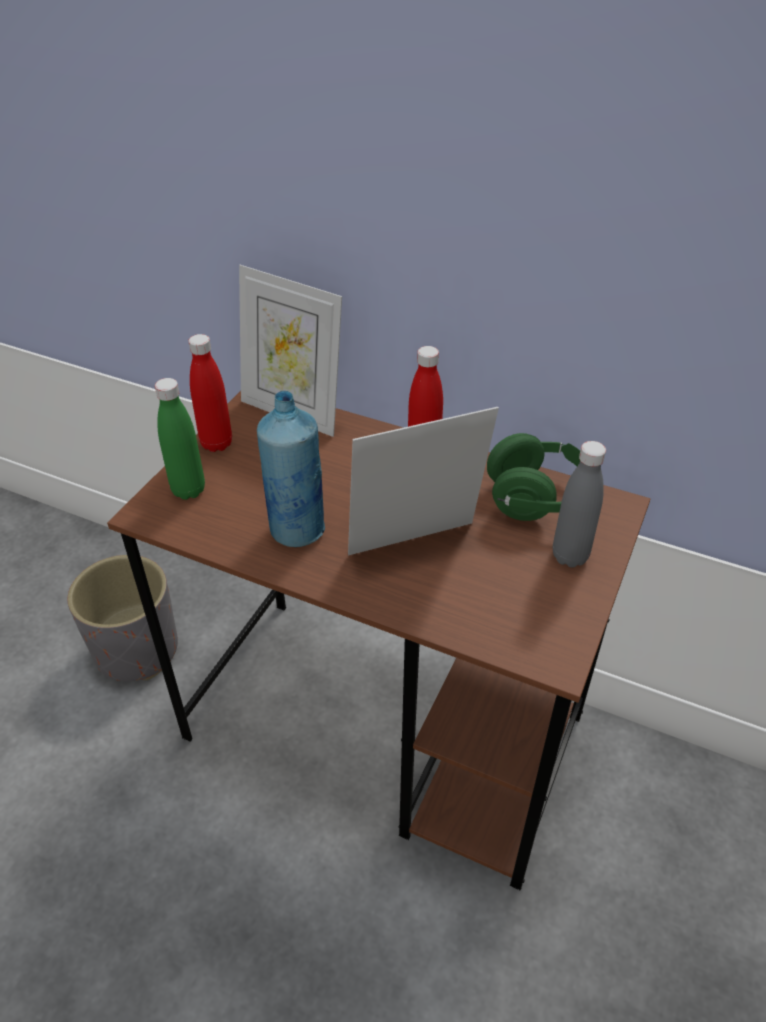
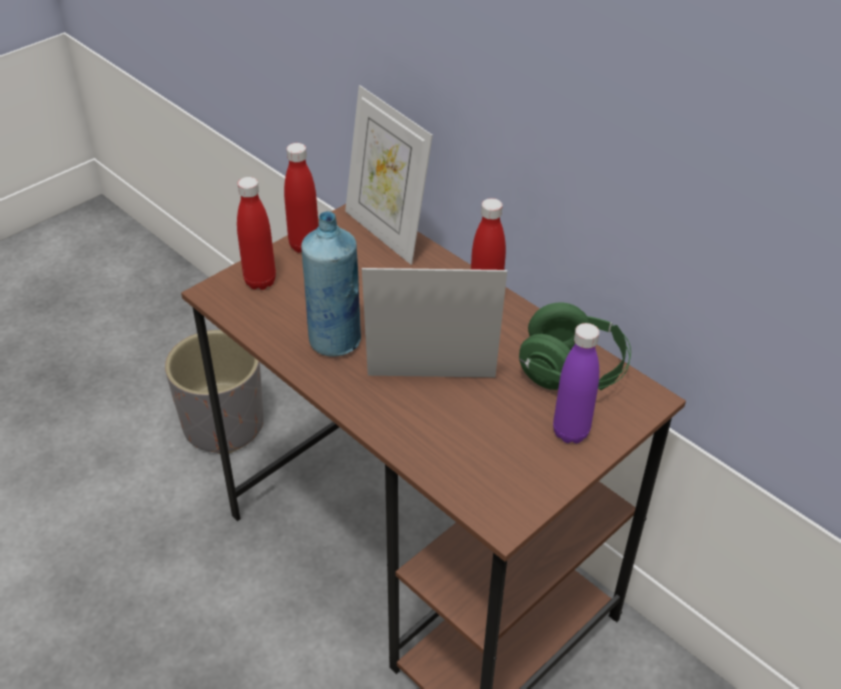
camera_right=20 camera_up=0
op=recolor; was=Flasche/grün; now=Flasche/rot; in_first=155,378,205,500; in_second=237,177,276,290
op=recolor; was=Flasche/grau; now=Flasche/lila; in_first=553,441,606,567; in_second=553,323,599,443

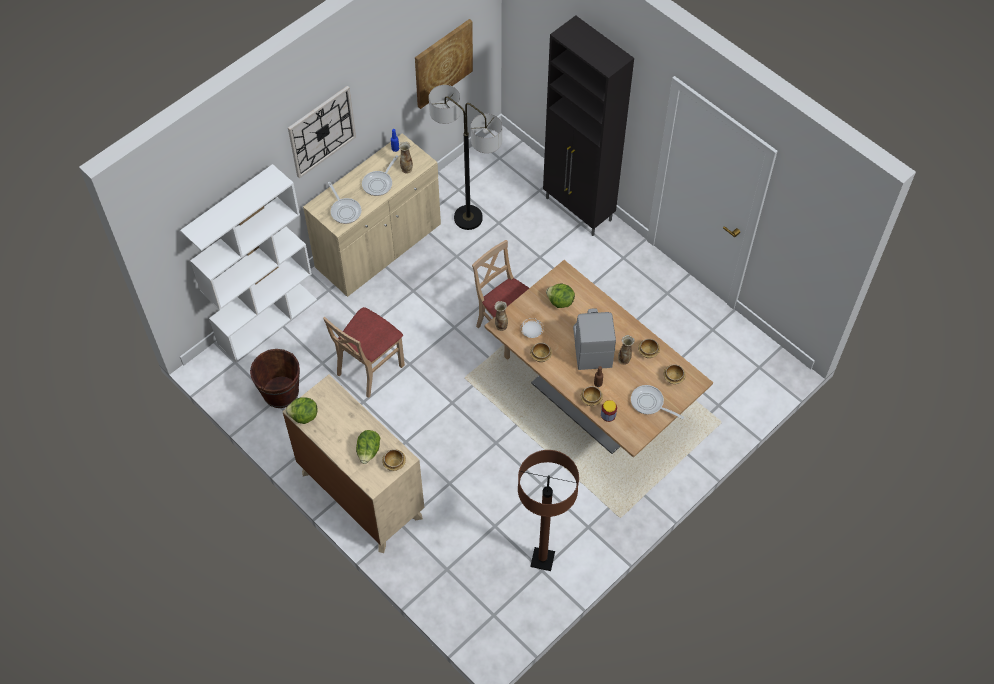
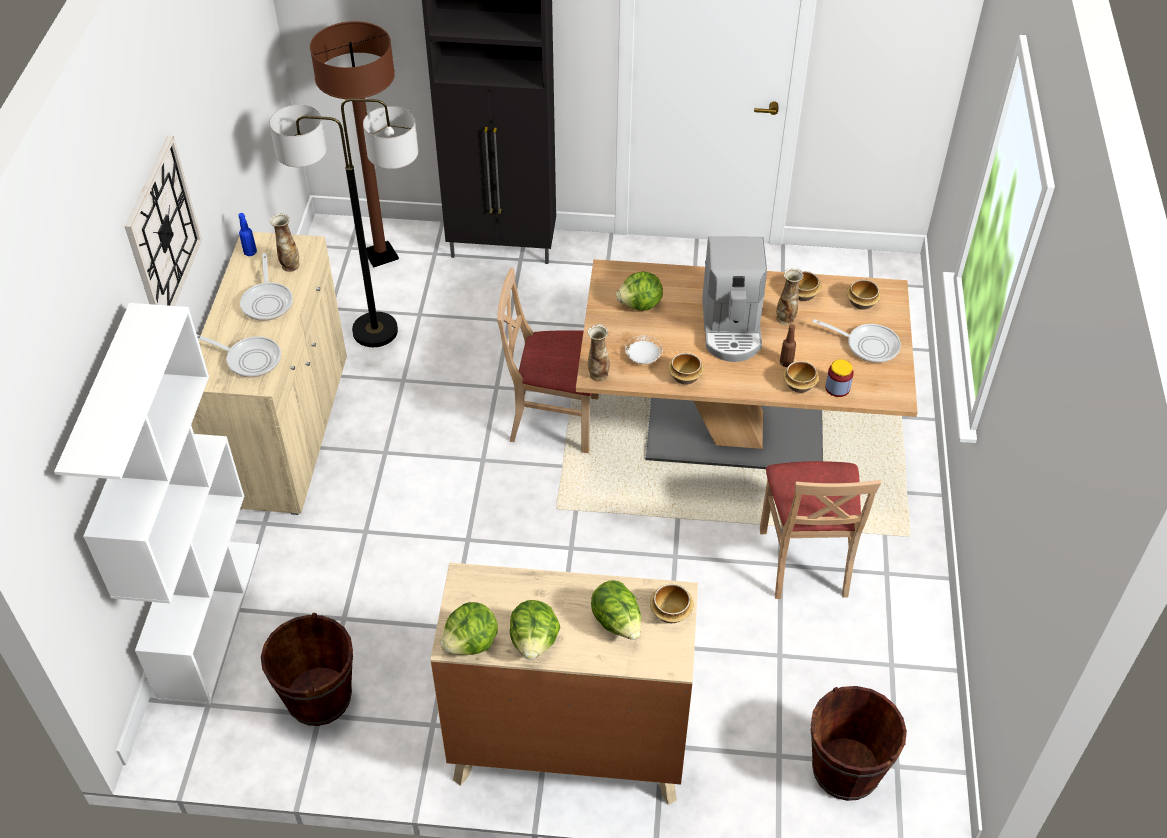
camera_right=-40 camera_up=-10
op=delete; was=Bild; in_first=415,19,473,109
op=move; was=Stuhl/beige; in_first=323,307,405,398; in_second=760,461,881,599
op=rotate; was=Kaffeemaschine; in_first=573,308,616,370; in_second=702,236,767,362; clockwise=-135
op=rotate; was=Pfanne; in_first=631,385,684,419; in_second=813,319,901,363; clockwise=-150
op=move; was=Stehlampe/braun; in_first=518,450,579,571; in_second=310,21,399,268
op=insert; now=Salatkopf; in_second=510,600,560,660
op=insert; now=Eimer/braun; in_second=811,686,907,801

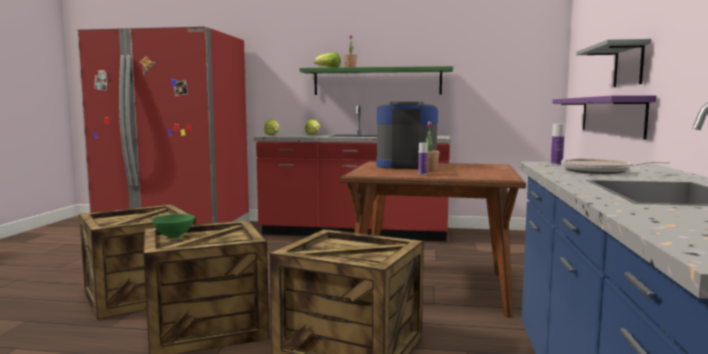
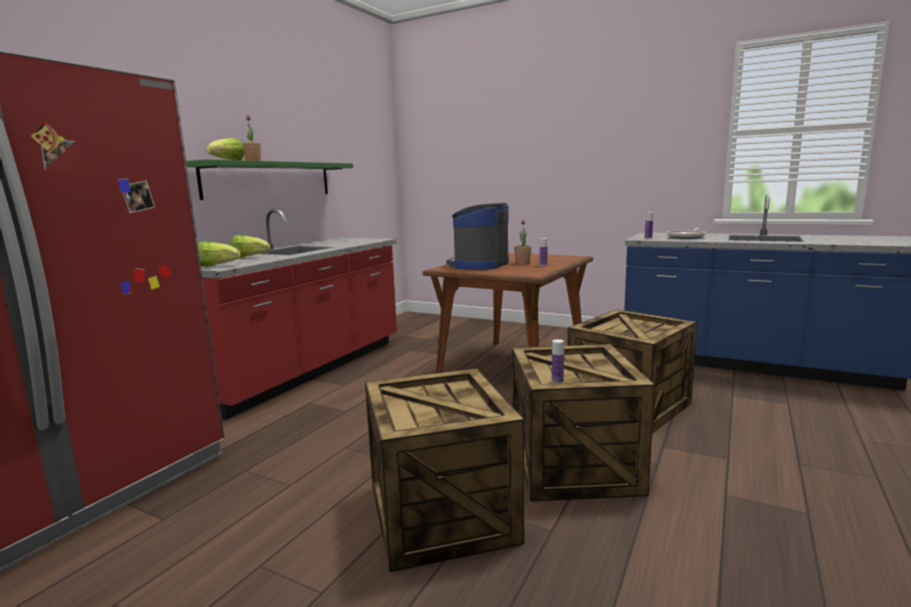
camera_right=-70 camera_up=5
op=delete; was=Wandregal/grau; in_first=576,39,652,87
op=delete; was=Wandregal/lila; in_first=552,95,657,140
op=replace; was=Schüssel/grün; now=Flasche; in_first=151,214,195,238; in_second=552,339,564,384

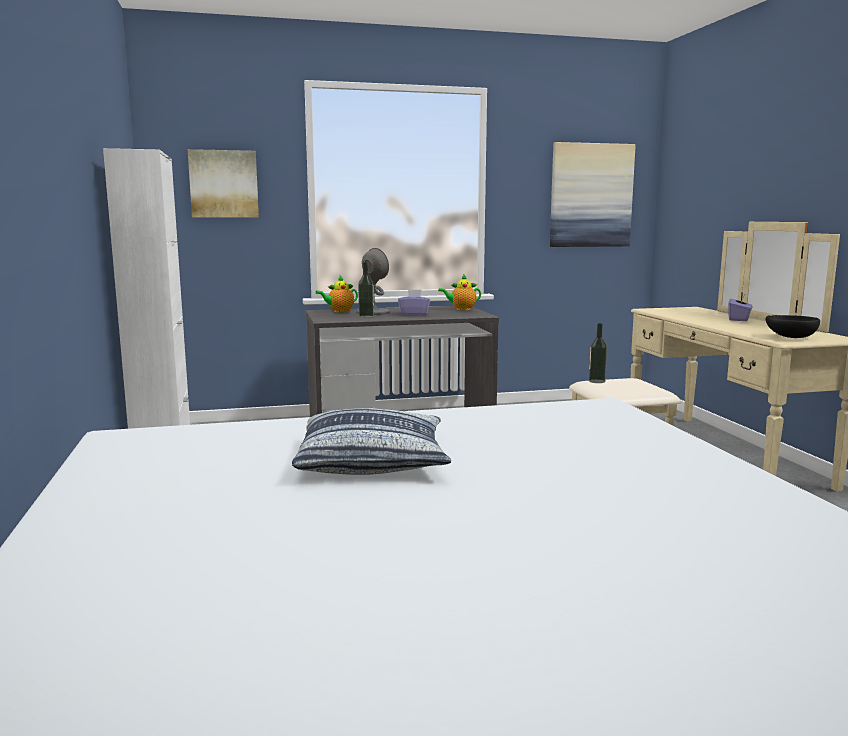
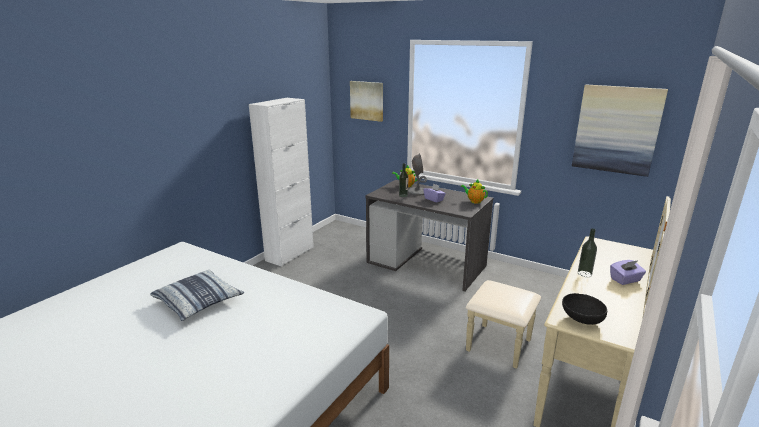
camera_right=45 camera_up=10
op=move; was=Flasche; in_first=589,323,607,383; in_second=578,228,597,277

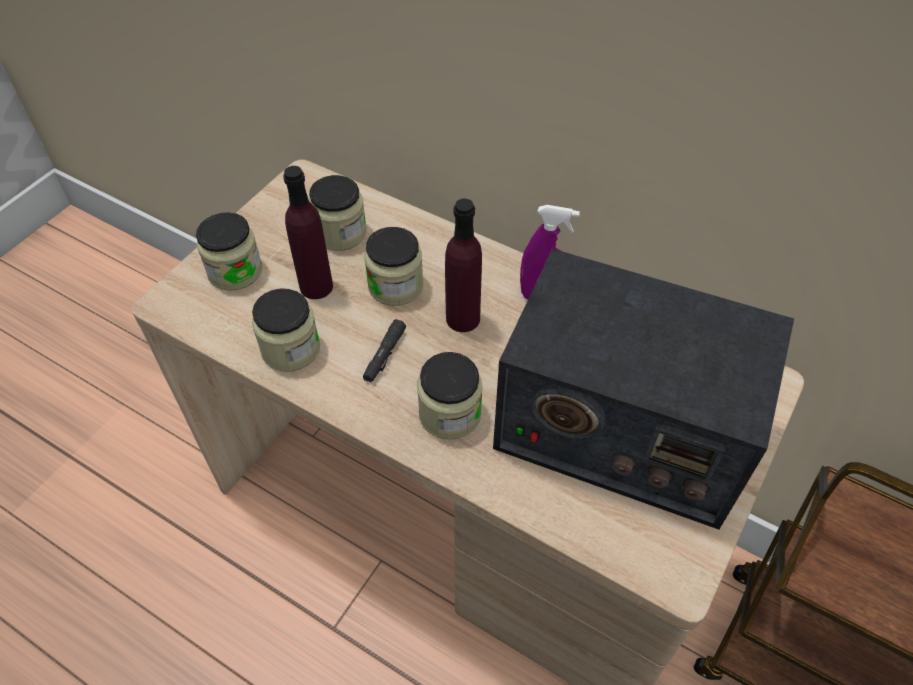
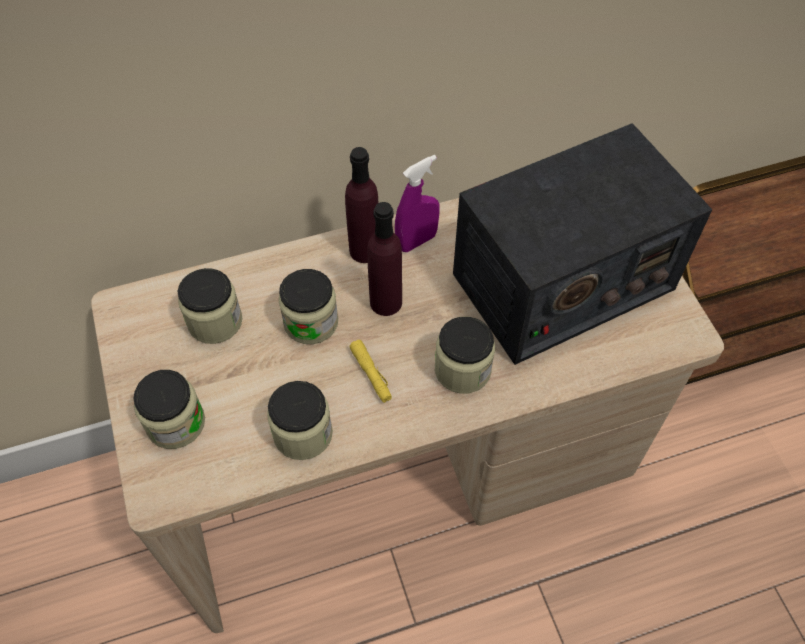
camera_right=-50 camera_up=5
op=move; was=Flasche/lila; in_first=283,166,333,299; in_second=345,147,378,263
op=recolor; was=Taschenlampe/schwarz; now=Taschenlampe/gelb; in_first=363,319,406,383; in_second=349,340,392,403

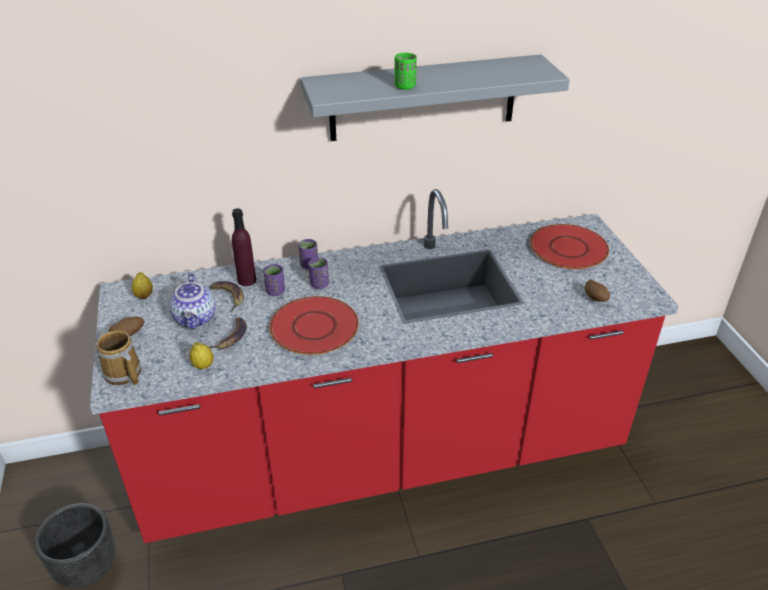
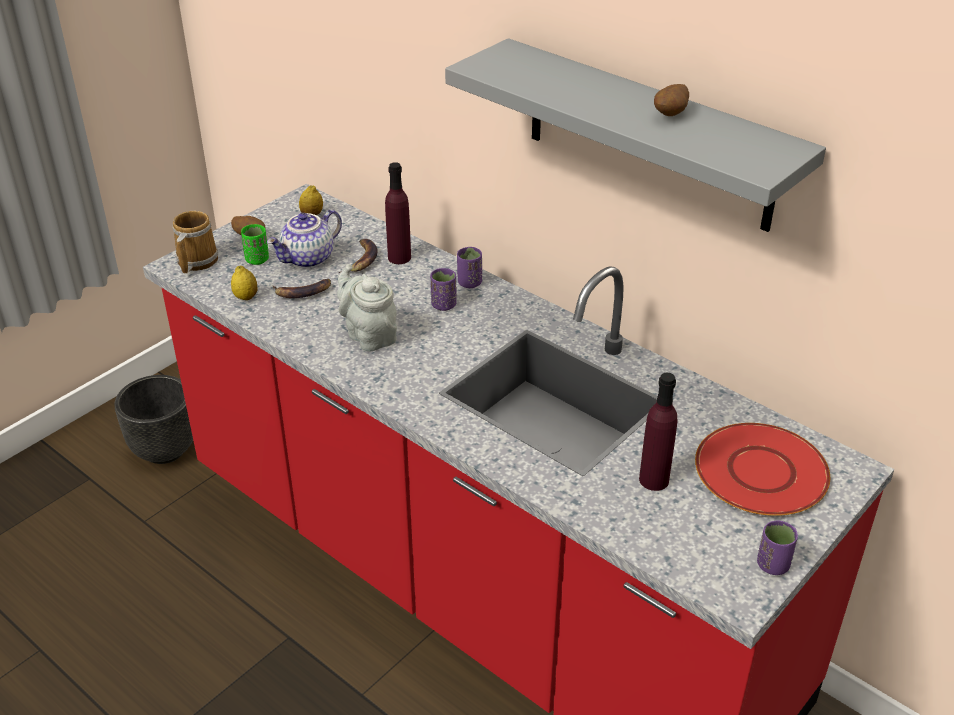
camera_right=55 camera_up=0
op=move; was=Tasse/grün; in_first=395,53,417,90; in_second=241,224,269,265
op=move; was=Tasse/lila; in_first=263,264,285,296; in_second=757,520,798,575
op=move; was=Kartoffel; in_first=585,280,610,302; in_second=654,84,689,116
op=replace; was=Teller/rot; now=Teekanne/grau; in_first=269,296,359,355; in_second=337,264,397,352
op=insert; now=Flasche/lila; in_second=639,373,677,491

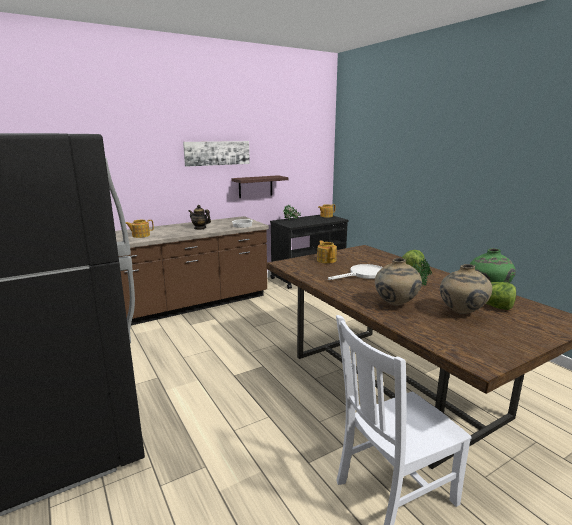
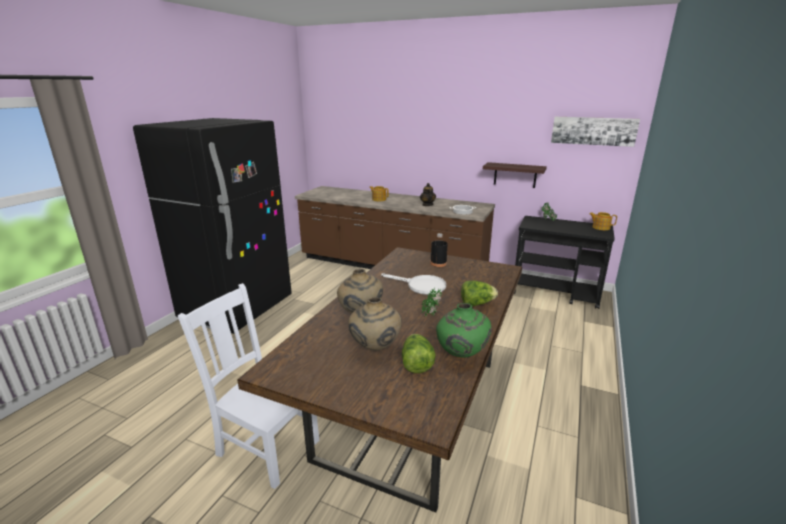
camera_right=55 camera_up=5
op=move; was=Bild; in_first=183,141,250,167; in_second=551,117,640,147
op=replace; was=Teekanne; now=Flasche/schwarz; in_first=317,240,337,263; in_second=430,233,448,267

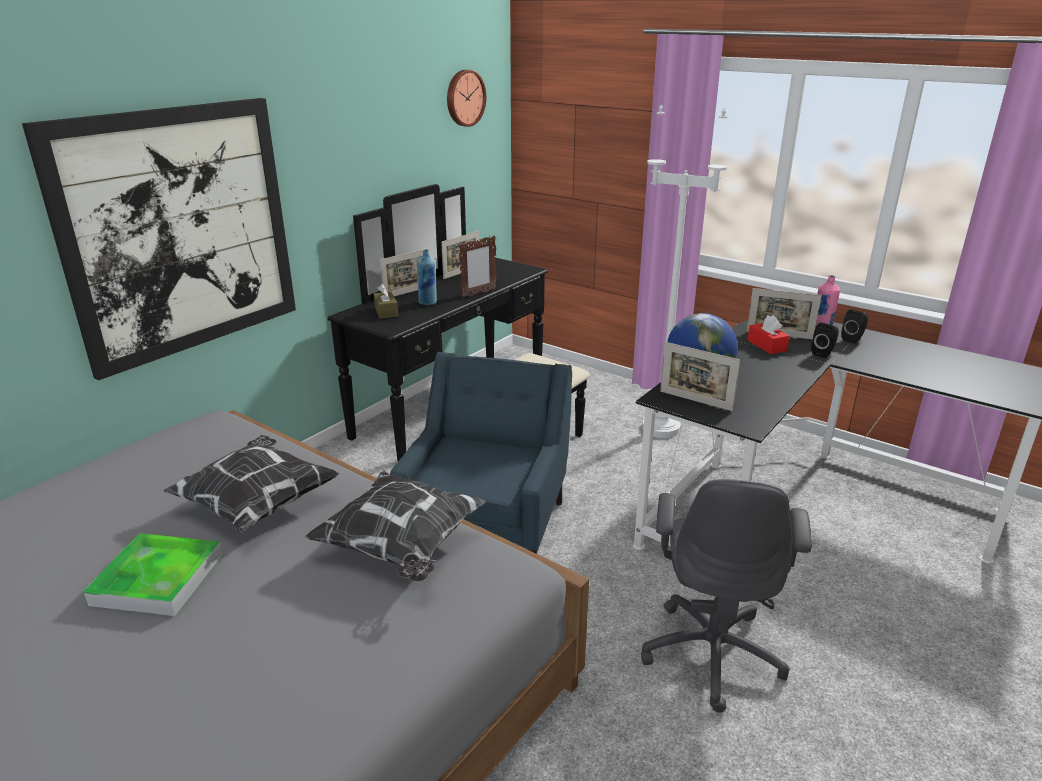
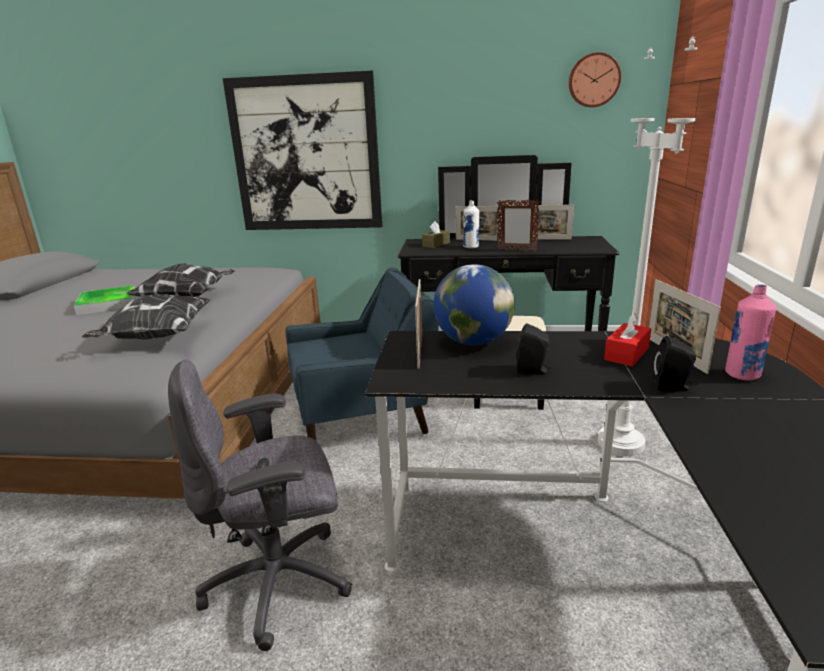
camera_right=60 camera_up=-5
op=recolor; was=Flasche/blau; now=Flasche/weiß; in_first=417,250,437,305; in_second=463,200,479,248
op=move; was=Lautsprecher/schwarz; in_first=841,309,868,344; in_second=516,323,551,375

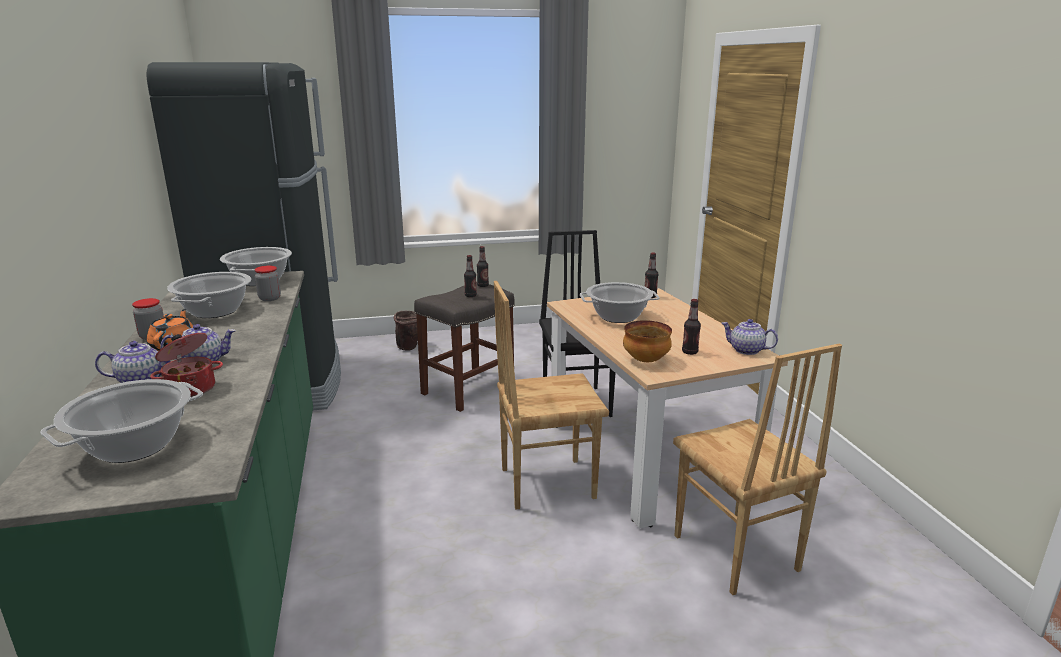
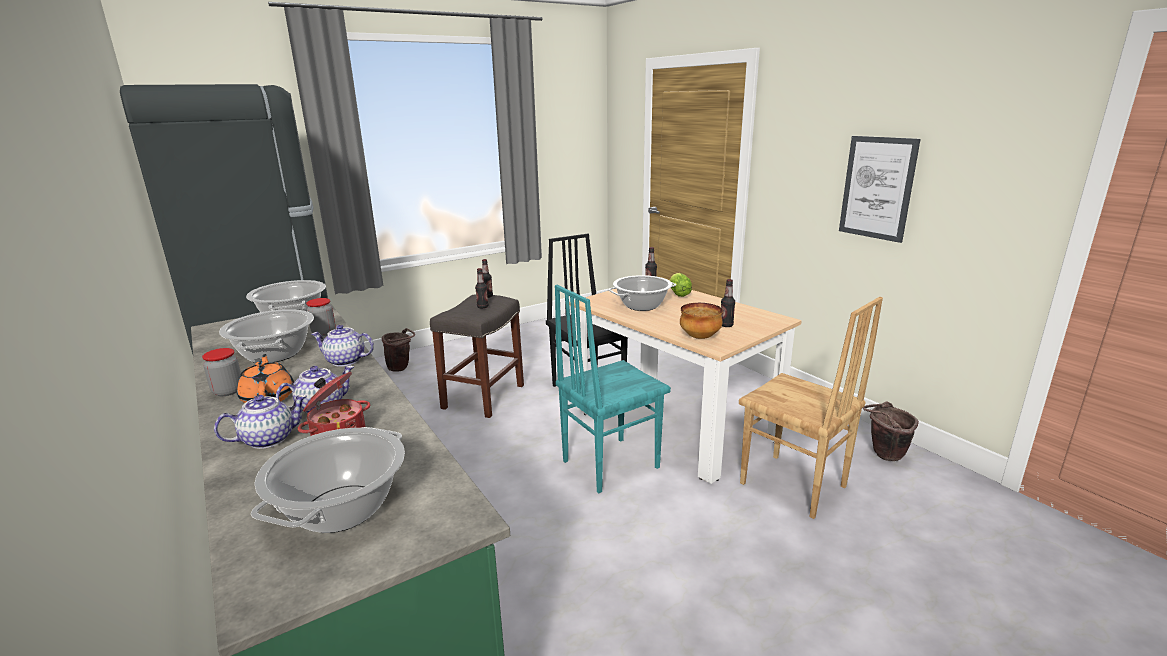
camera_right=-20 camera_up=0
op=recolor; was=Stuhl/braun; now=Stuhl/türkis; in_first=494,281,609,510; in_second=555,285,671,493
op=move; was=Teekanne; in_first=722,319,778,355; in_second=312,325,374,367
op=insert; now=Bild; in_second=839,136,921,243
op=insert; now=Salatkopf; in_second=670,273,692,297
op=insert; now=Eimer/braun; in_second=862,402,919,461

